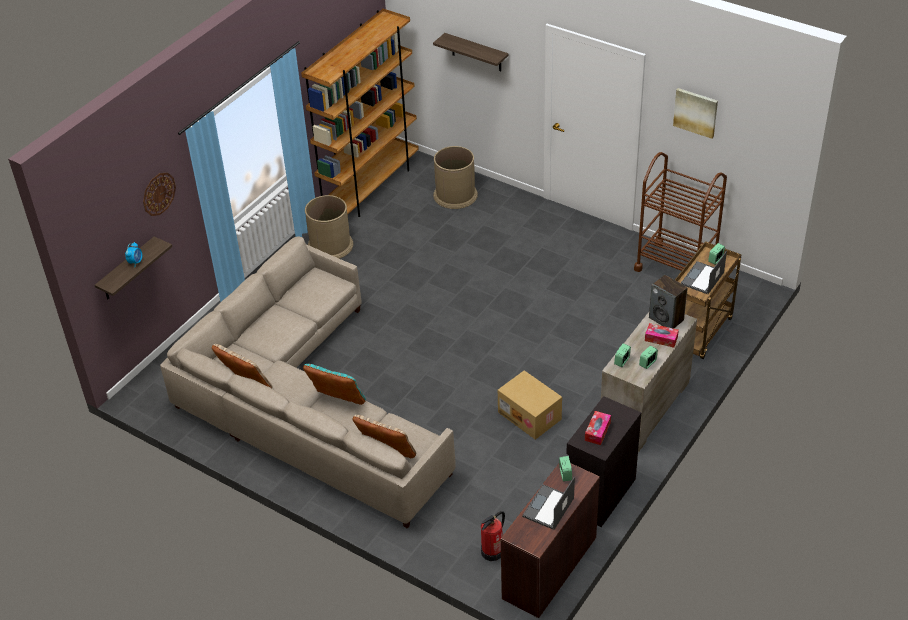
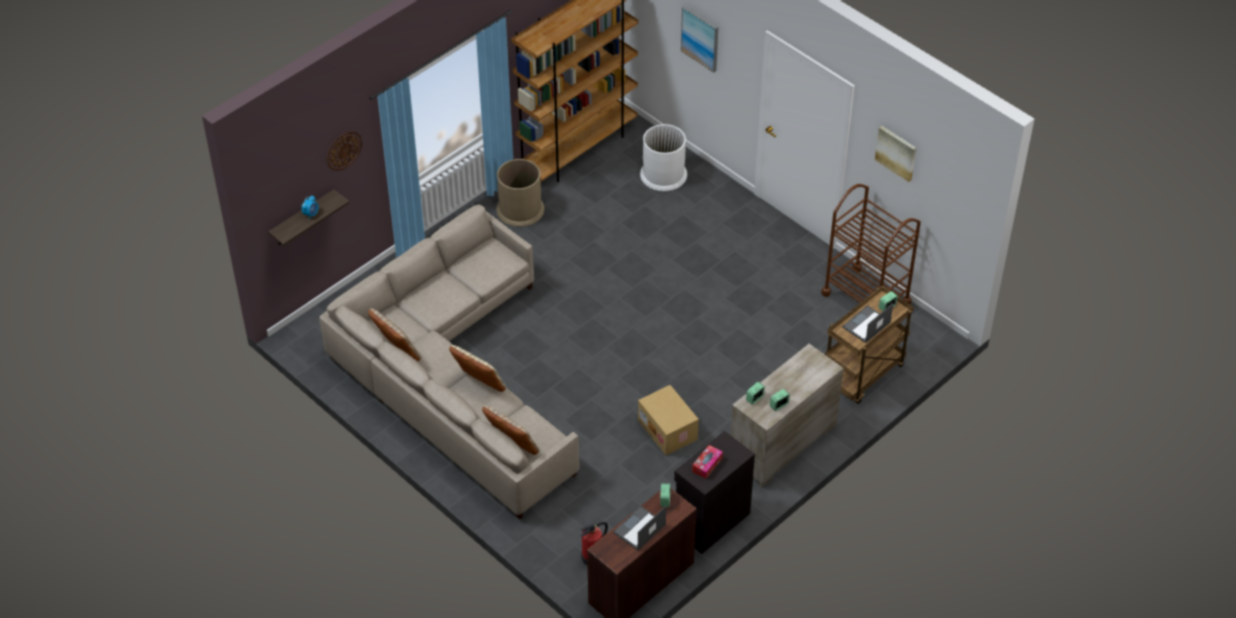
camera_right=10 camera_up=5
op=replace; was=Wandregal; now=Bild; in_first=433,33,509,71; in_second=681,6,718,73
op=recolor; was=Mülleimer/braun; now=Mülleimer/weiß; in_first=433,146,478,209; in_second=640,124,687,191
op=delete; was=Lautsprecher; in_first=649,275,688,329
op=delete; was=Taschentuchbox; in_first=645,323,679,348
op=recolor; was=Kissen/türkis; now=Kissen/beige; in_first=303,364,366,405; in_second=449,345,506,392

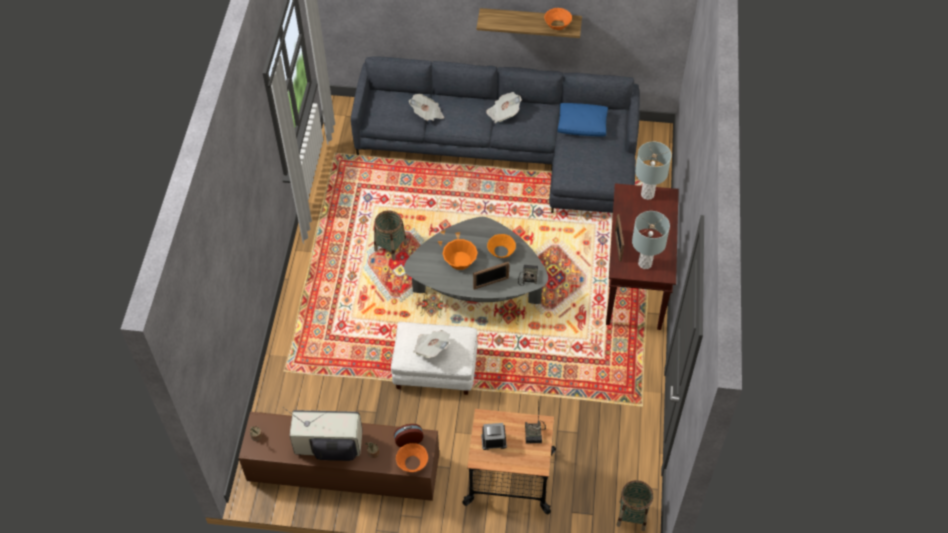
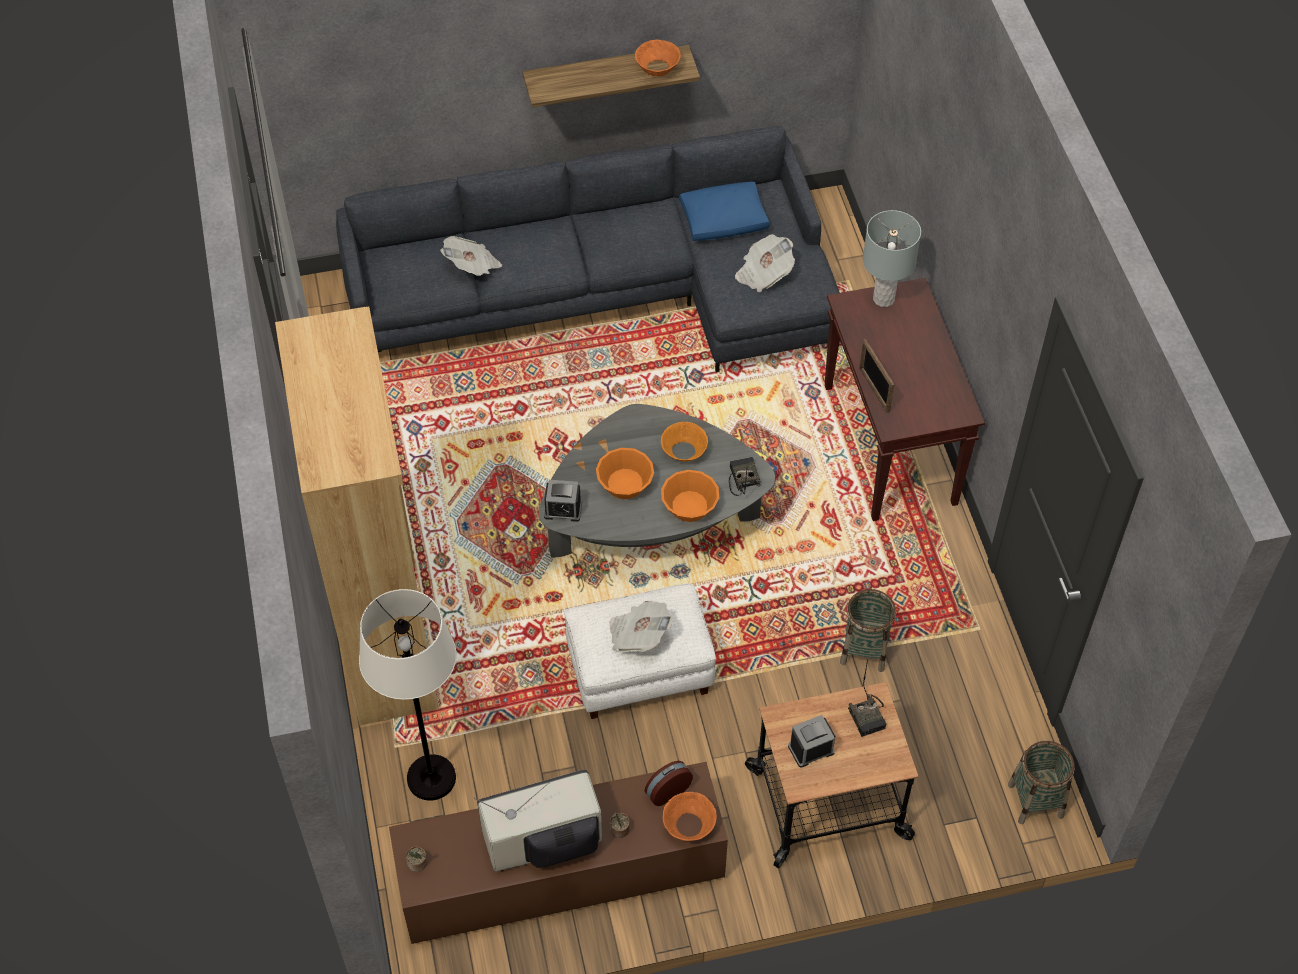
camera_right=-20 camera_up=0
op=move; was=Zeitung; in_first=486,92,522,123; in_second=735,234,795,292
op=move; was=Korb; in_first=374,210,407,260; in_second=840,589,896,672
op=delete; was=Tischlampe/grau; in_first=632,211,670,269
op=replace; was=Bilderrahmen; now=Schüssel/orange; in_first=473,262,509,290; in_second=661,470,719,522
op=insert; now=Bücherregal/braun; in_second=275,307,439,726
op=insert; now=Wecker; in_second=544,480,582,522
op=insert; now=Stehlampe/weiß; in_second=359,589,456,801

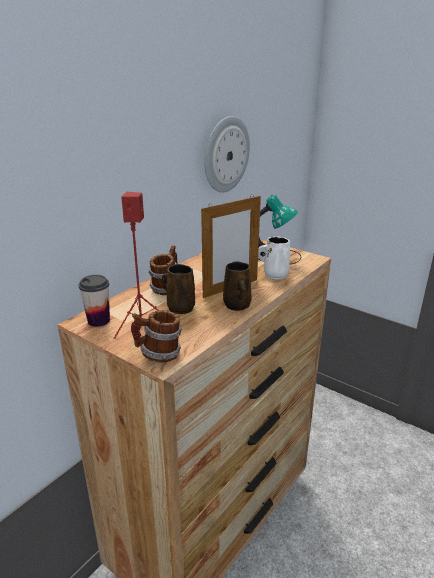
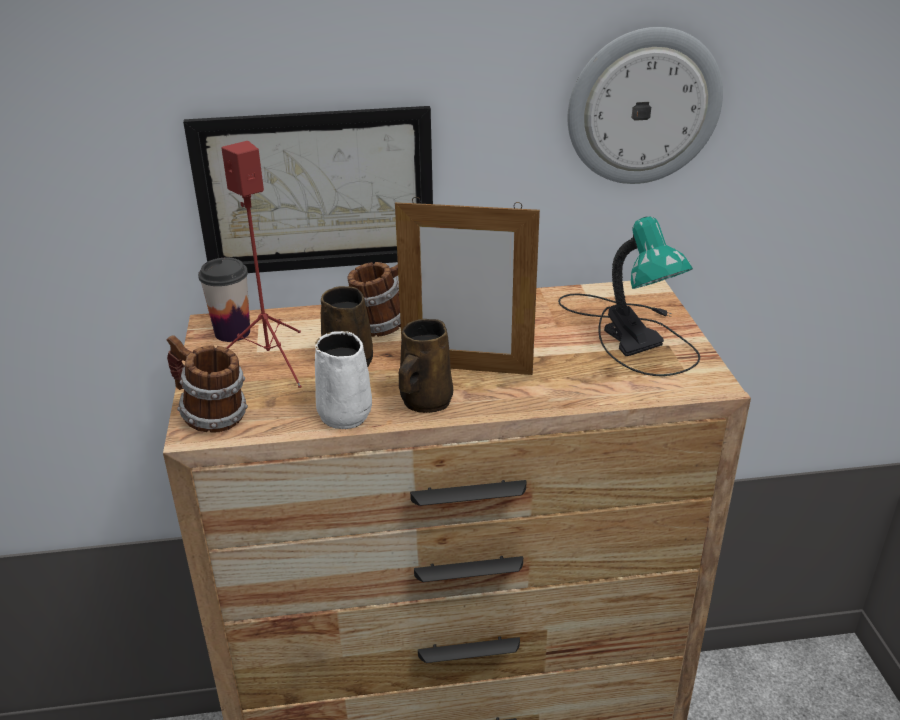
camera_right=45 camera_up=5
op=move; was=Henkelbecher/weiß; in_first=258,236,290,280; in_second=315,331,372,429
op=insert; now=Bild; in_second=183,106,433,273

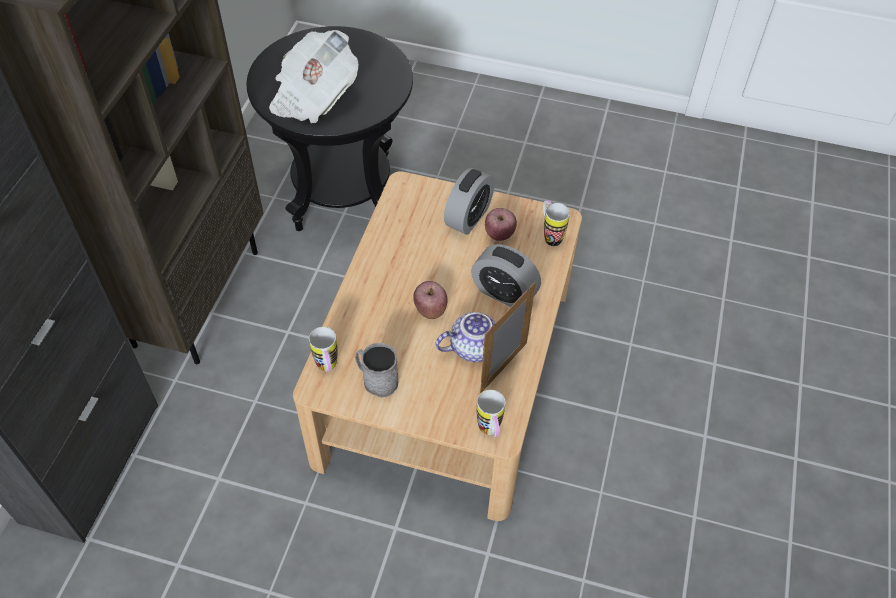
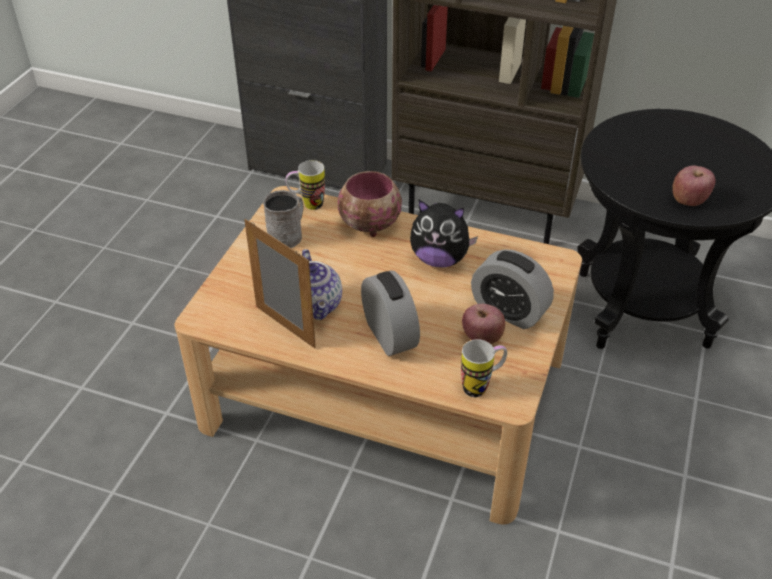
camera_right=95 camera_up=-10
op=delete; was=Zeitung; in_first=269,30,359,123
op=rotate; was=Wecker; in_first=471,244,541,307; in_second=361,271,420,356; clockwise=120
op=move; was=Apfel; in_first=413,281,448,319; in_second=673,166,716,206
op=delete; was=Henkelbecher; in_first=477,390,505,437
op=insert; now=Schüssel; in_second=337,171,402,237
op=insert; now=Plüschtier; in_second=410,200,478,268

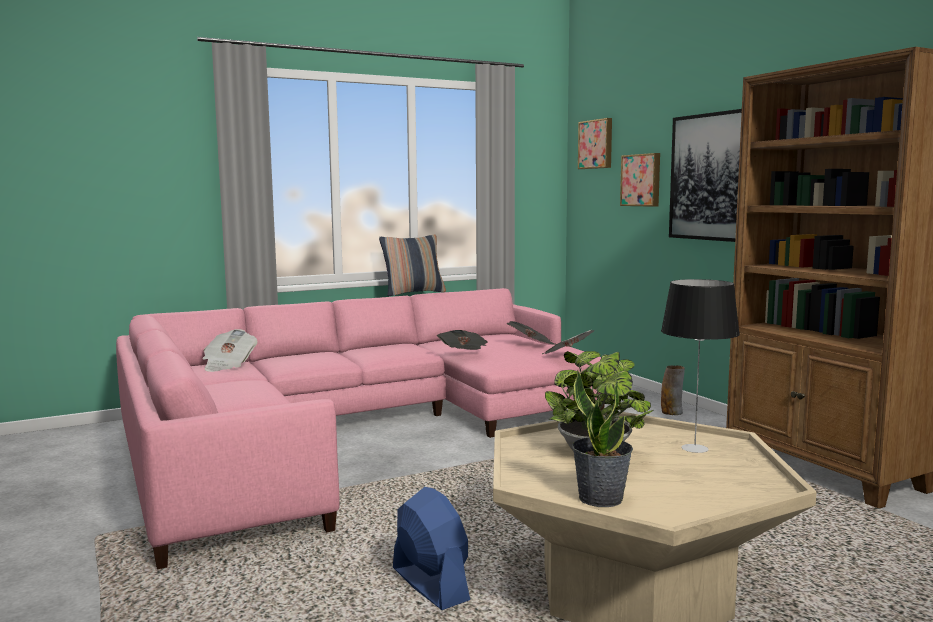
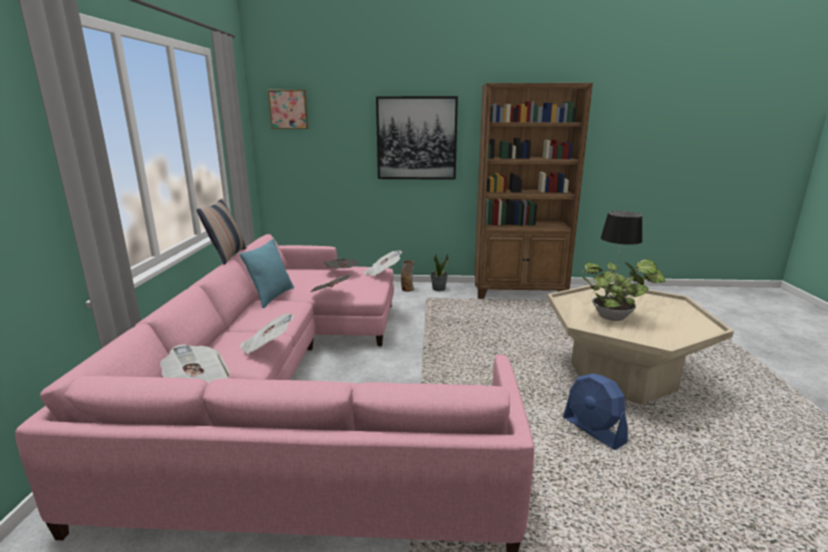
camera_right=-60 camera_up=10
op=delete; was=Bild; in_first=620,153,660,207
op=move; was=Topfpflanze; in_first=572,370,633,507; in_second=430,253,448,291
op=rotate; was=Ventilator/blau; in_first=393,487,470,610; in_second=563,373,628,450; clockwise=-120
op=insert; now=Kissen/türkis; in_second=240,238,294,308
op=insert; now=Zeitung; in_second=240,313,294,355

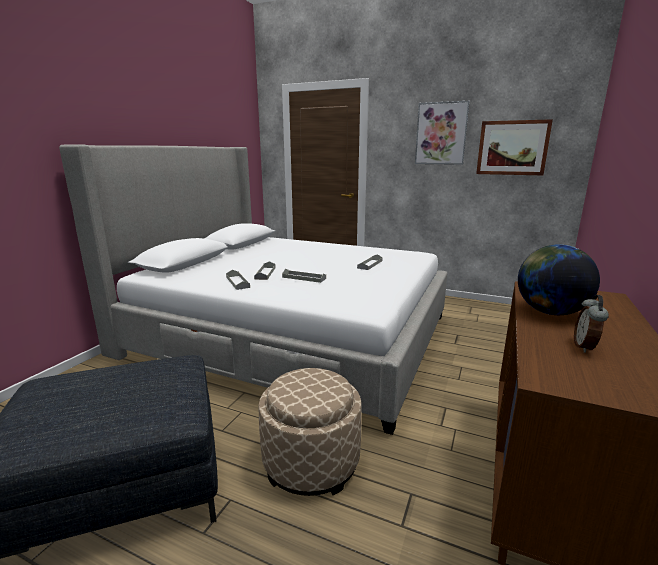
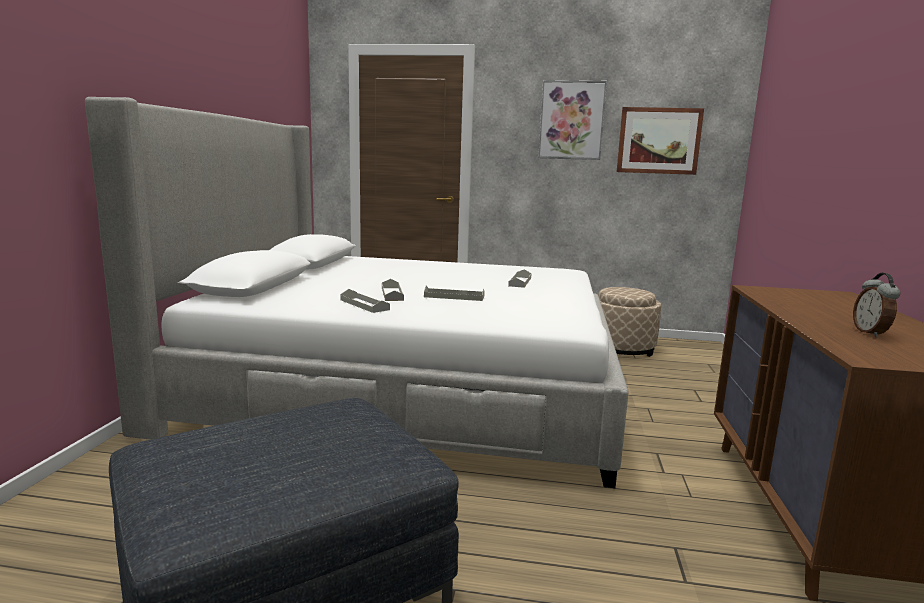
camera_right=-15 camera_up=-5
op=delete; was=Globus; in_first=518,244,600,315
op=move; was=Polsterhocker/beige; in_first=258,368,362,496; in_second=598,287,661,357

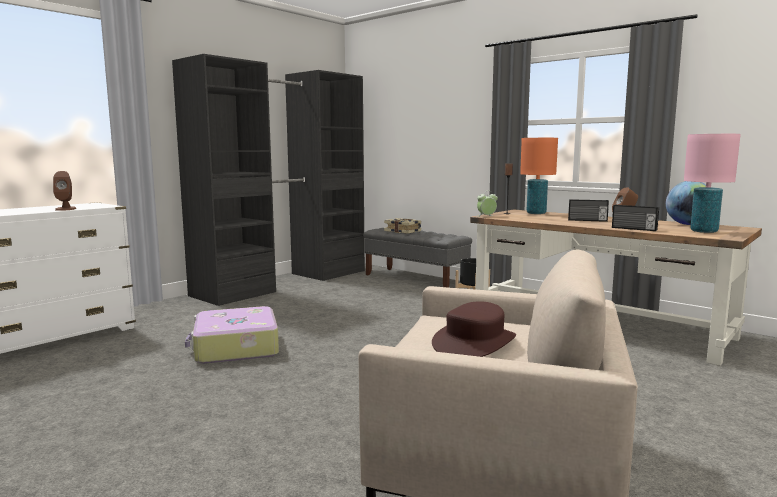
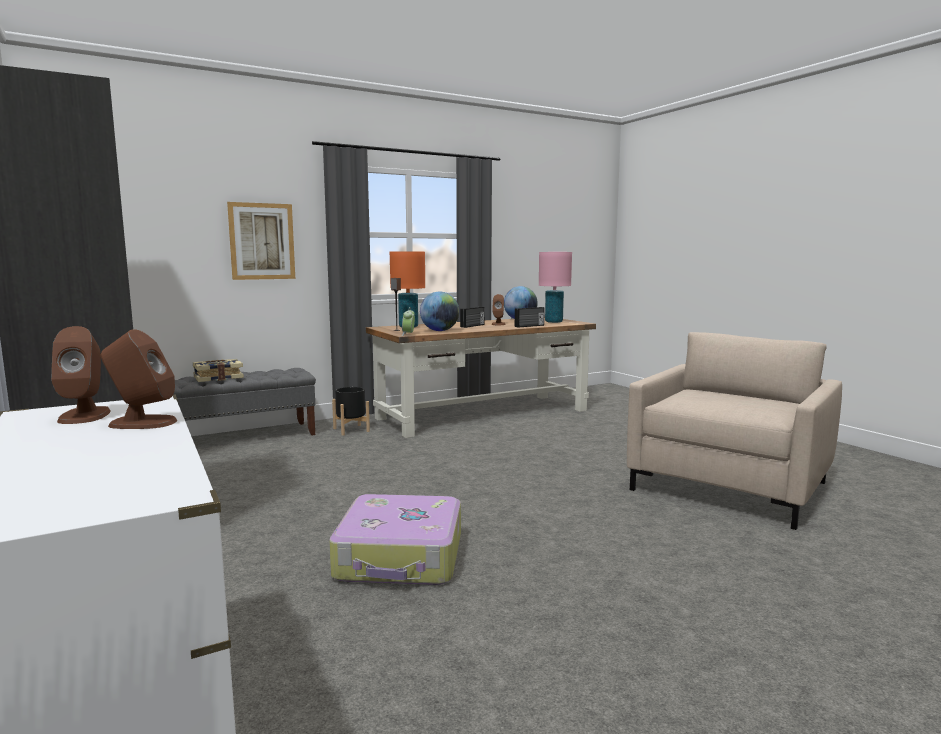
camera_right=-70 camera_up=0
op=delete; was=Hut/braun; in_first=432,301,516,357
op=insert; now=Bild; in_second=227,202,295,280
op=insert; now=Globus; in_second=420,292,459,331
op=insert; now=Lautsprecher/braun; in_second=51,326,111,424

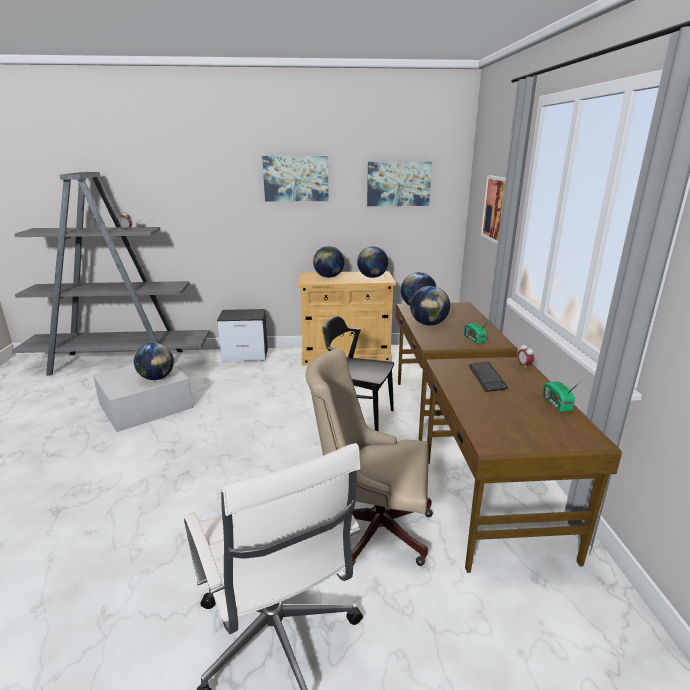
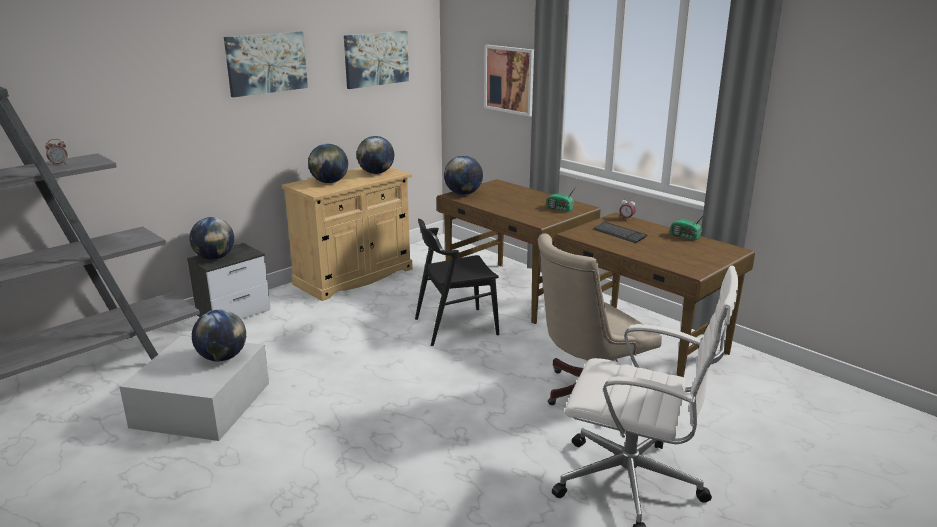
camera_right=-40 camera_up=0
op=move; was=Globus; in_first=410,286,450,325; in_second=189,217,234,260

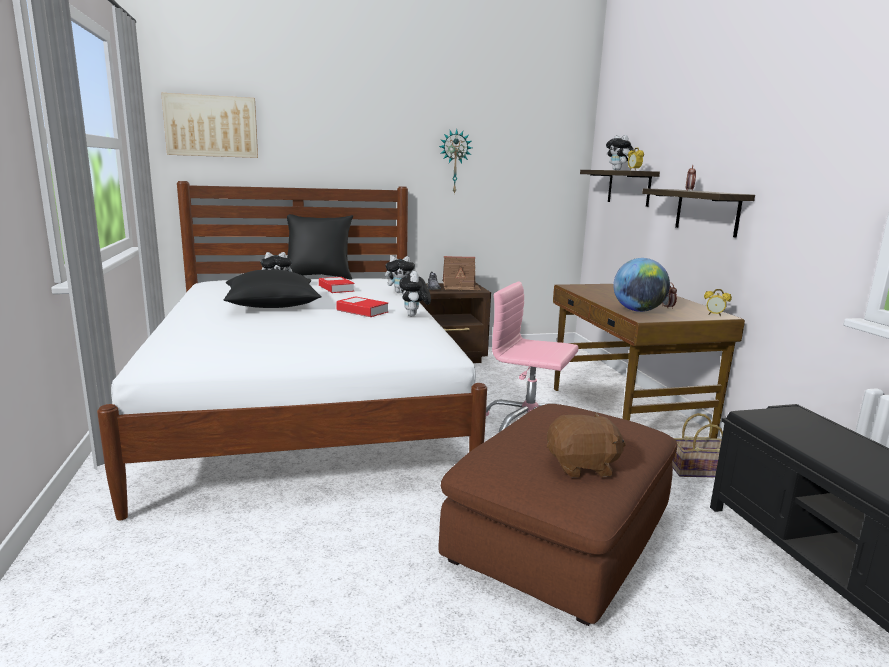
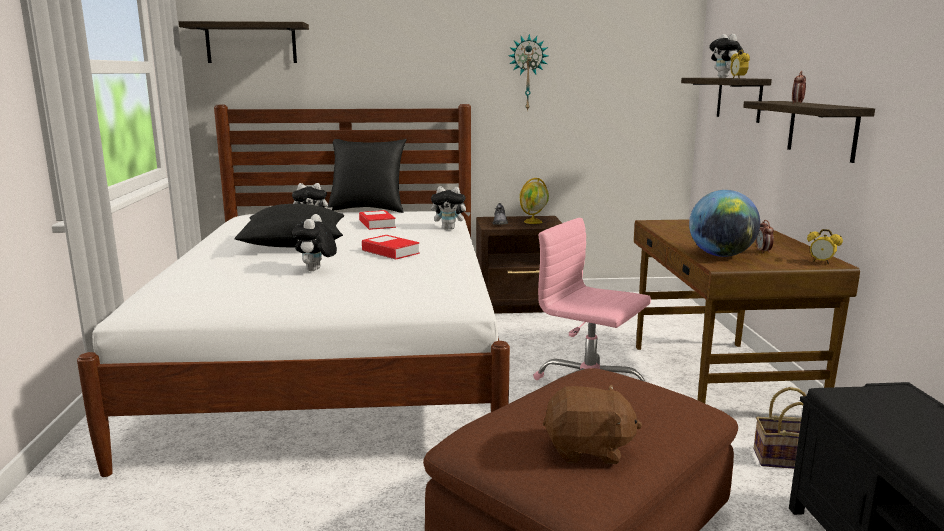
camera_right=10 camera_up=0
op=replace; was=Bild; now=Wandregal; in_first=161,93,258,158; in_second=179,21,309,63
op=replace; was=Spielzeughaus; now=Globus; in_first=443,256,481,290; in_second=519,178,549,224
op=move; was=Plüschtier; in_first=399,271,431,316; in_second=292,214,337,271

